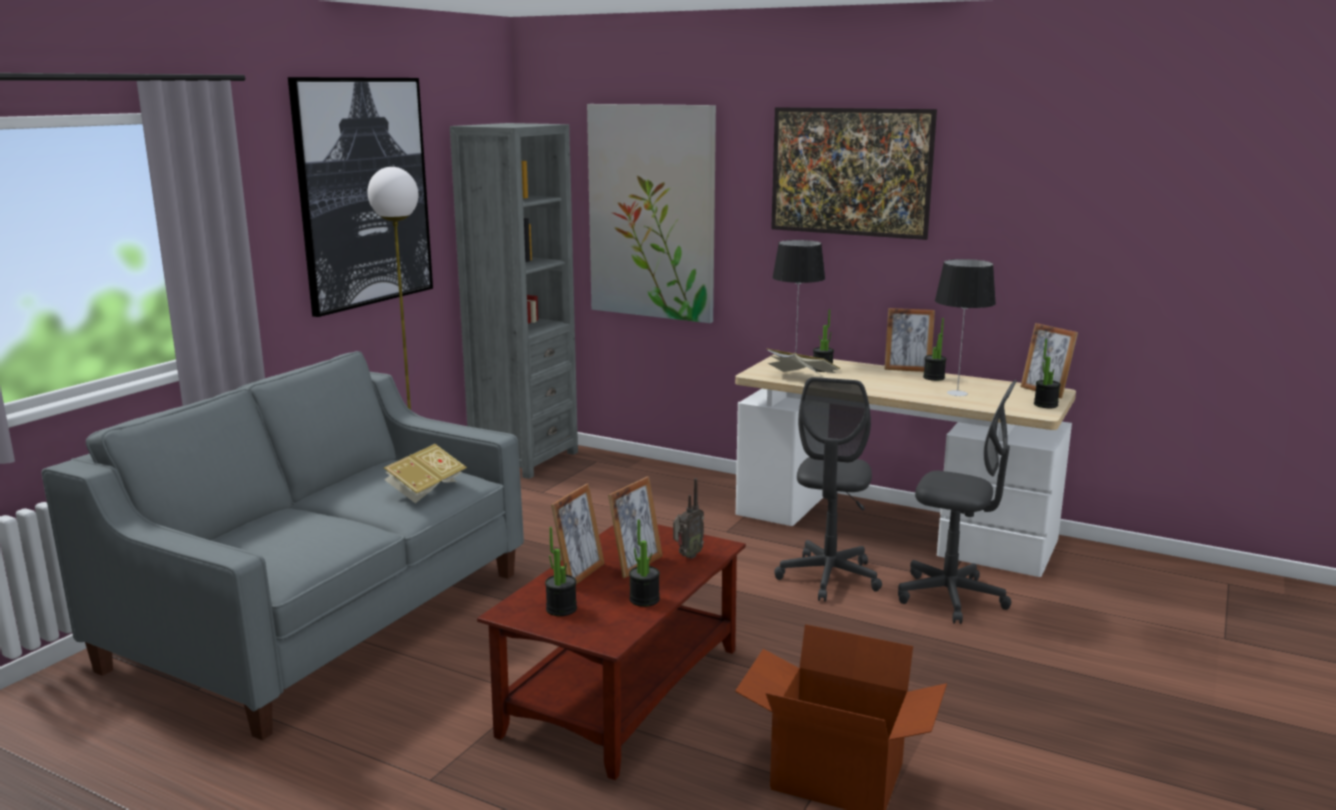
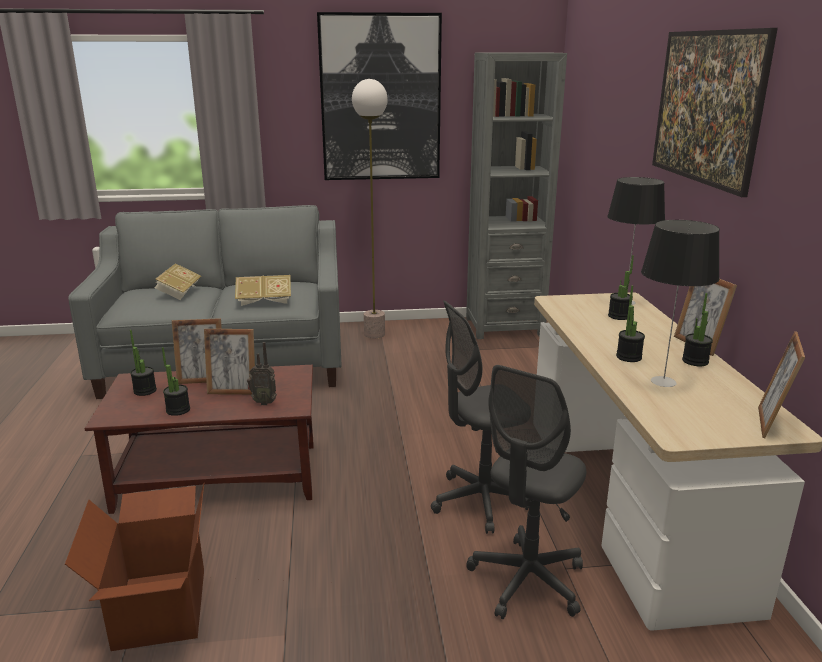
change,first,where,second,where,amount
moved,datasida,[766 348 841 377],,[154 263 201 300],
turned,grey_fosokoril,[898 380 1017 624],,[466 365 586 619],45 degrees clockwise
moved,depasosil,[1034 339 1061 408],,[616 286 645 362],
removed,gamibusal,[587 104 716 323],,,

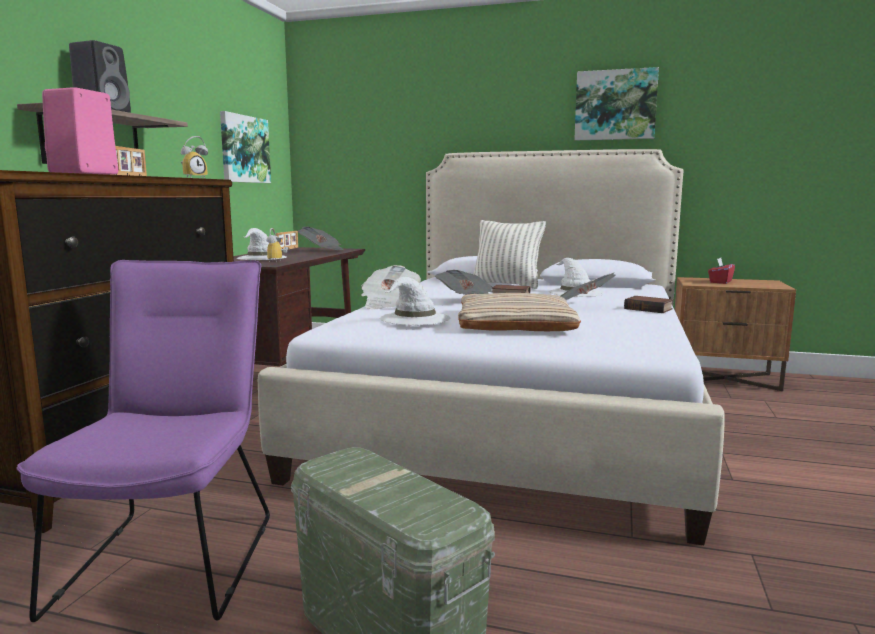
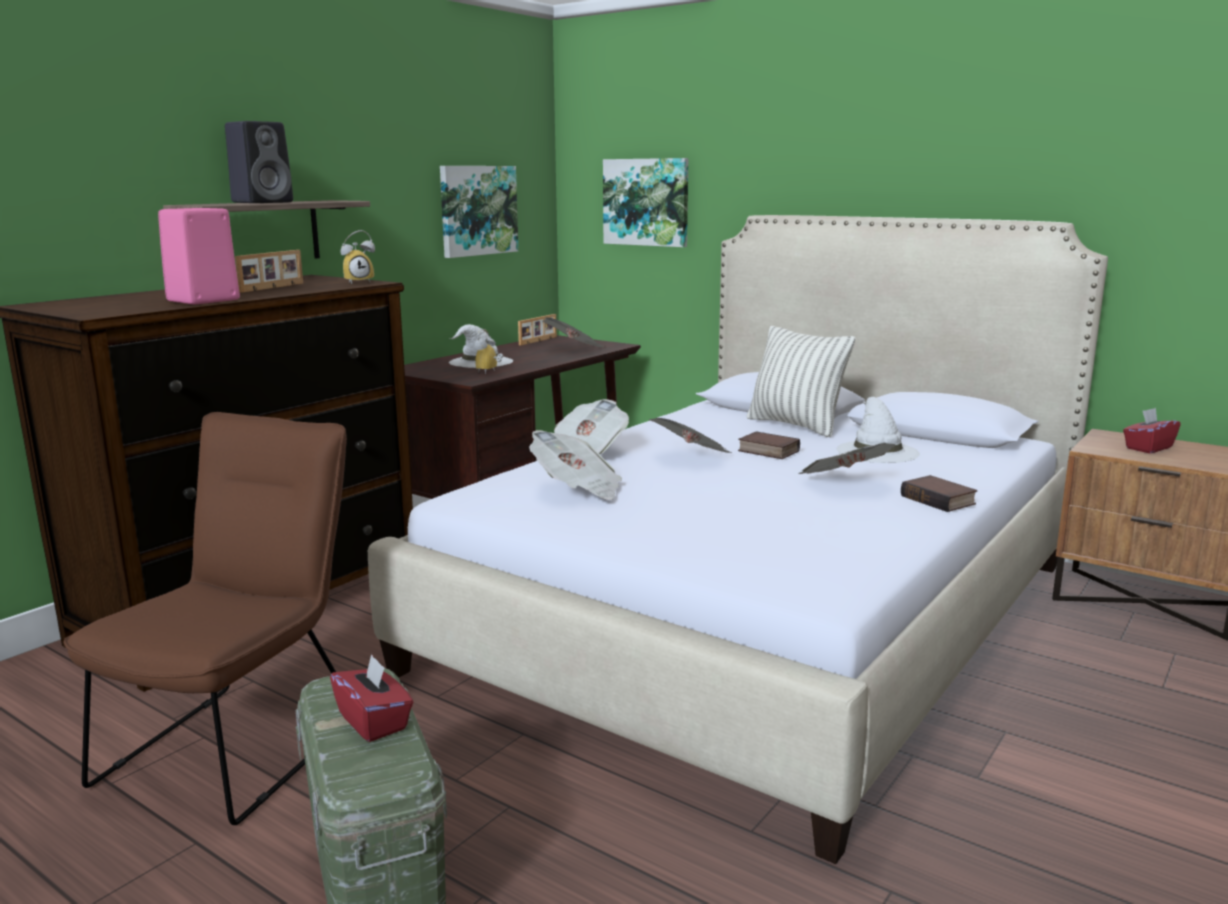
change,first,where,second,where,amount
recoloured,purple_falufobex,[16 260 270 622],brown_falufobex,[63 412 347 825],
added,,,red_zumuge,[330 654 413 742],
replaced,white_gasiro,[380 277 450 325],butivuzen,[529 430 622 500],
moved,gamibusal,[574 67 659 140],,[603 158 688 247],
removed,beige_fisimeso,[458 293 581 331],,,

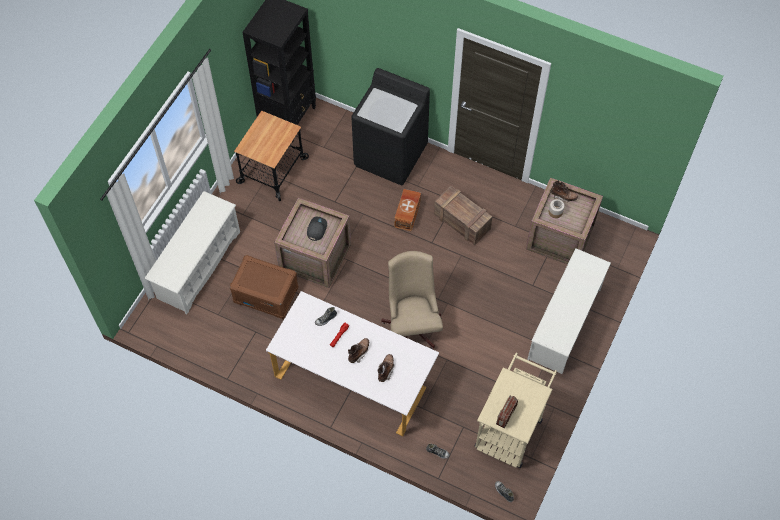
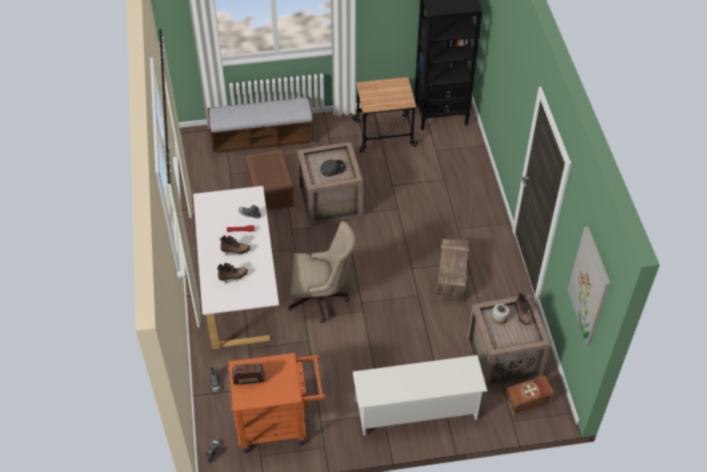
change,first,where,second,where,amount
replaced,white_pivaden,[145 191 240 314],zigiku,[207 97 314 153],
recoloured,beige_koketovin,[475 353 557 468],orange_koketovin,[228 353 326 453],
turned,beige_fosokoril,[381 251 443 349],,[288 222 355 323],45 degrees clockwise
moved,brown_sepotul,[394 189 421 232],,[505 375 554 415],
added,,,gamibusal,[567 227 611 345],
removed,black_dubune,[351 68 430 185],,,

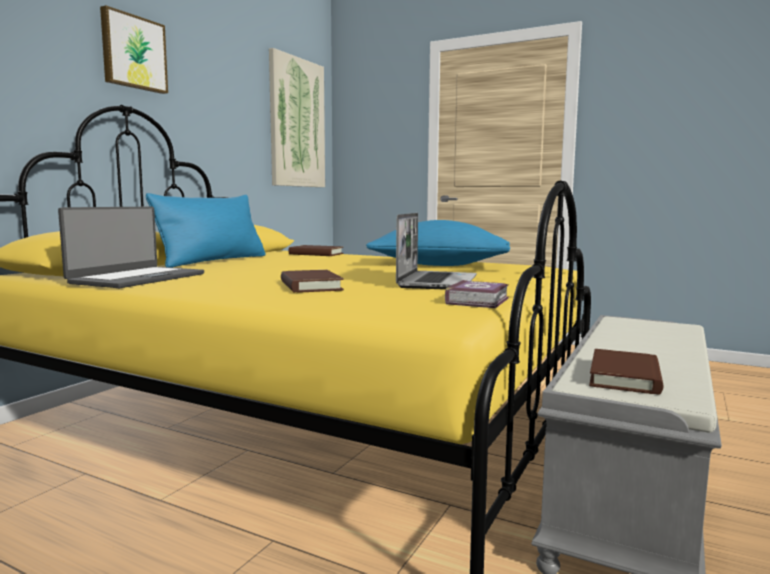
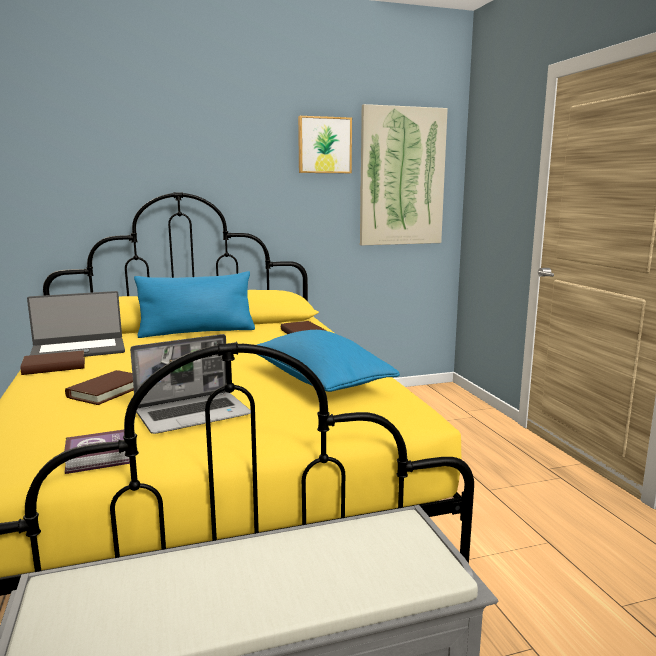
change,first,where,second,where,amount
moved,brown_datasida,[589 349 663 395],,[20 350 85 375],
moved,gamibusal,[100 5 168 94],,[298 116 352 173],

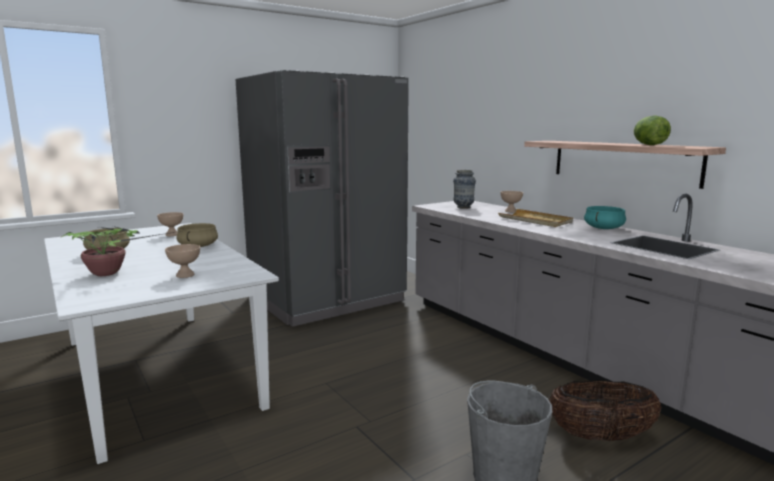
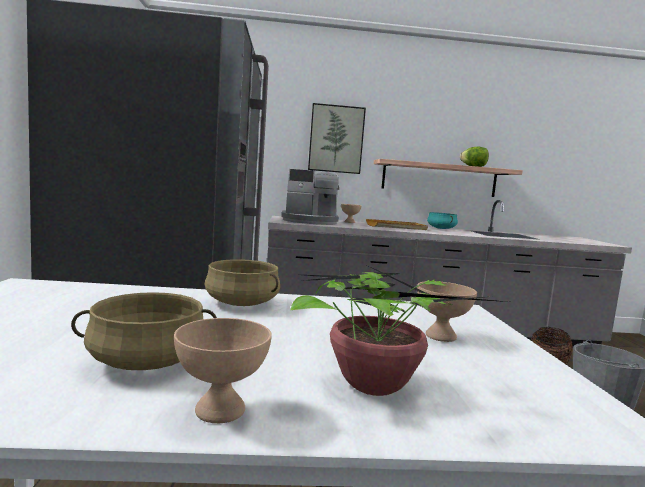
change,first,where,second,where,amount
moved,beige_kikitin,[157 212 183 236],,[174 318 272 423],
replaced,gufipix,[453 170 476 209],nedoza,[281 169 339 225],
added,,,gamibusal,[308 103 366 174],

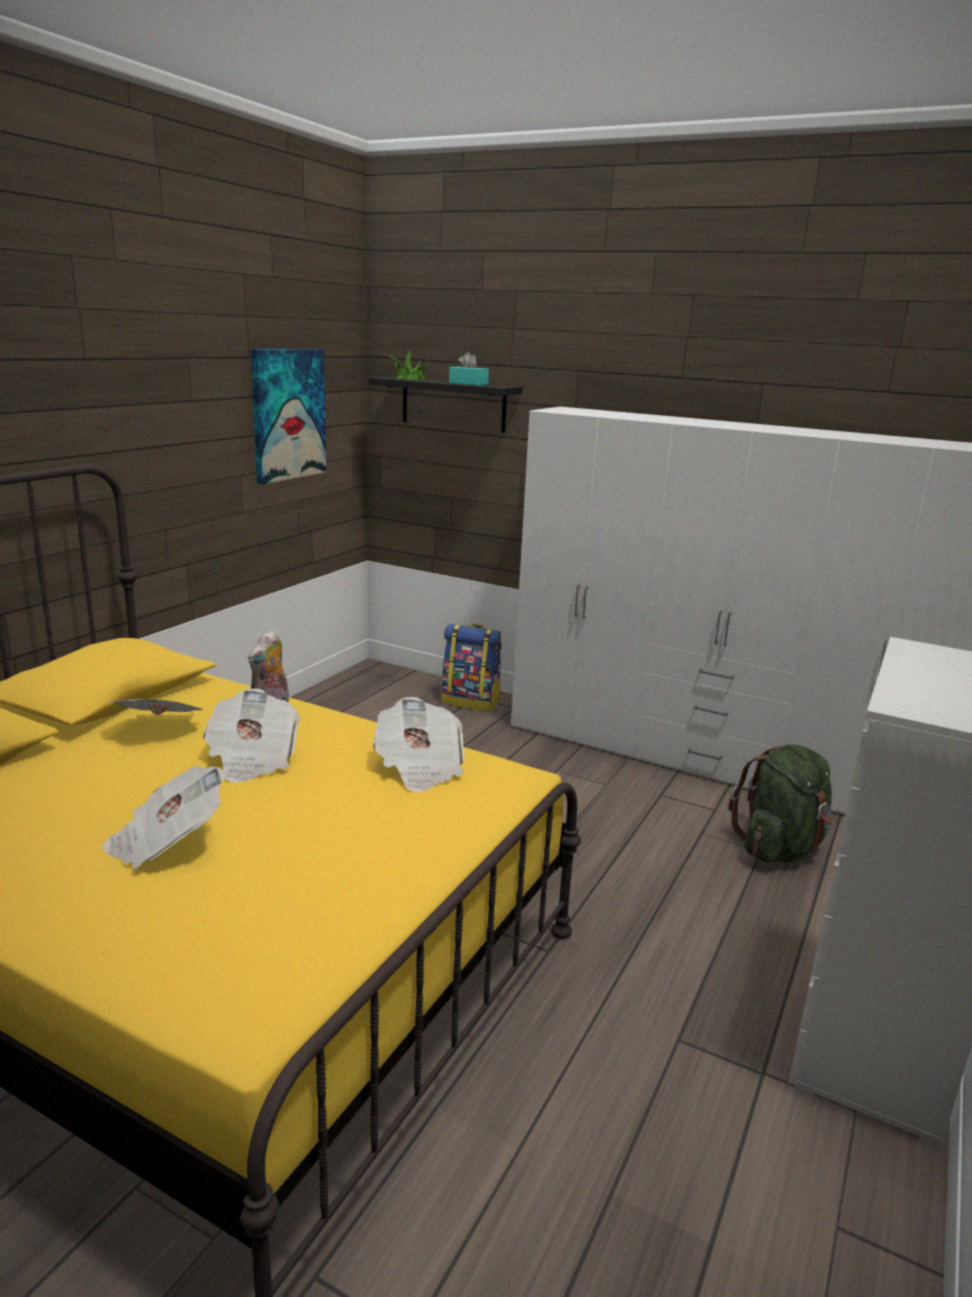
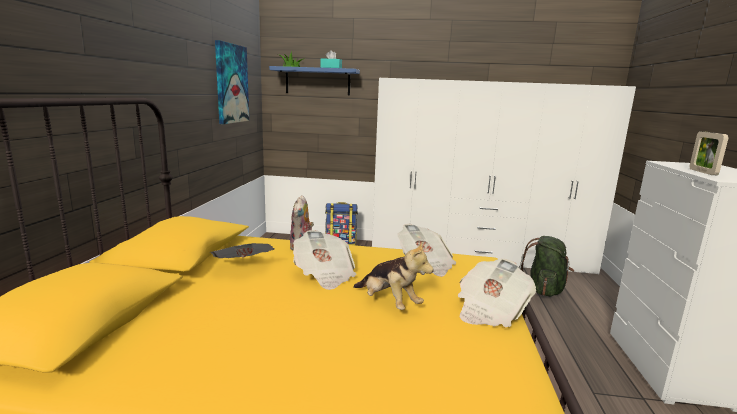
change,first,where,second,where,amount
recoloured,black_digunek,[368 377 523 433],blue_digunek,[269 66 360 95],
added,,,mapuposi,[353 242 434 310],
moved,butivuzen,[102 766 227 869],,[457 259 536 327],
added,,,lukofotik,[689 131 729 175],

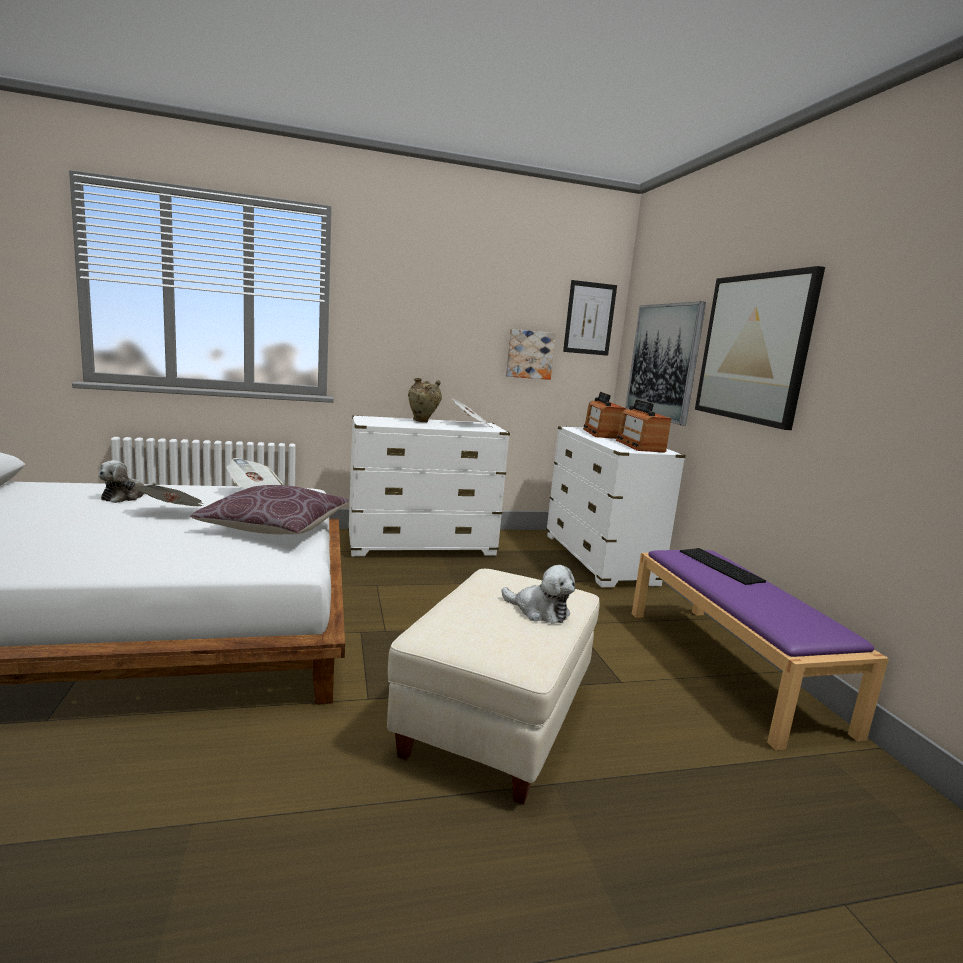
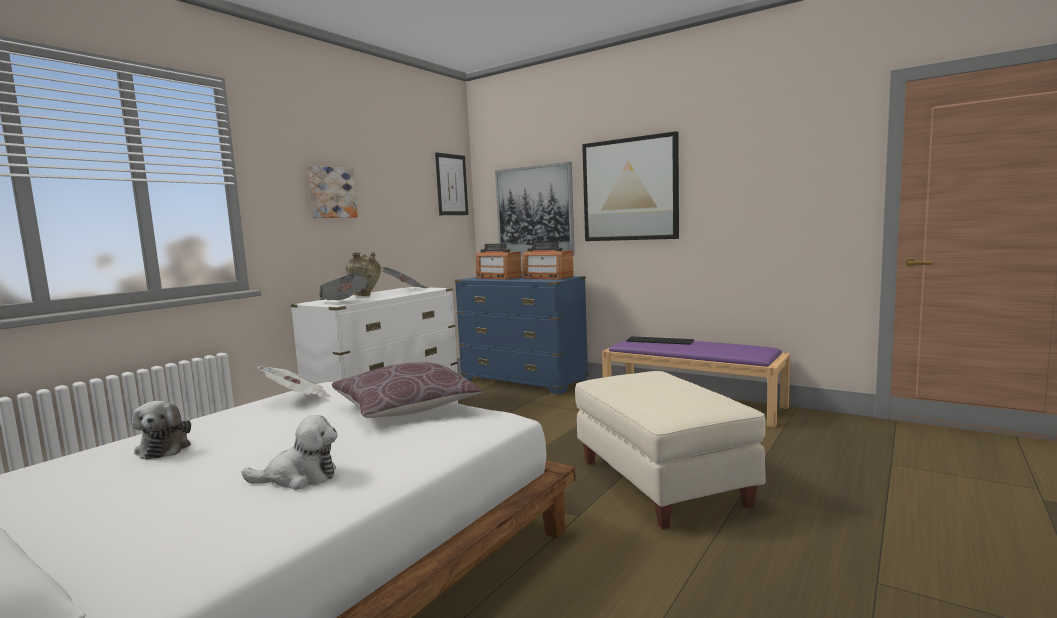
change,first,where,second,where,amount
moved,mapuposi,[502 565 575 623],,[242 415 337 490],
moved,gamibusal,[506 329 556 380],,[308 165 358 218],
moved,butivuzen,[133 485 204 506],,[319 274 368 300],
recoloured,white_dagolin,[546 426 686 588],blue_dagolin,[455 276 589 395],

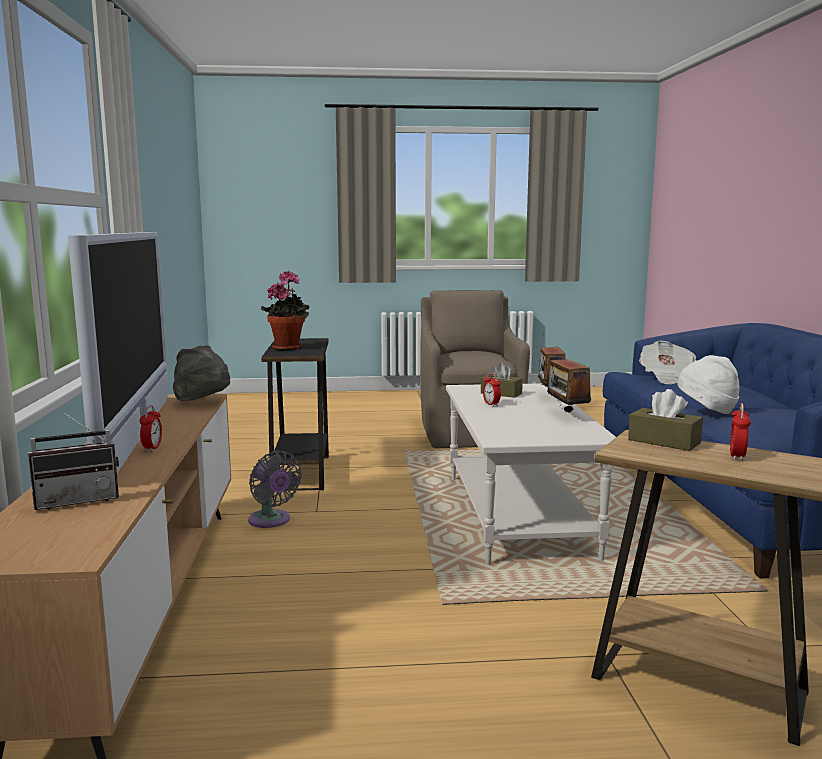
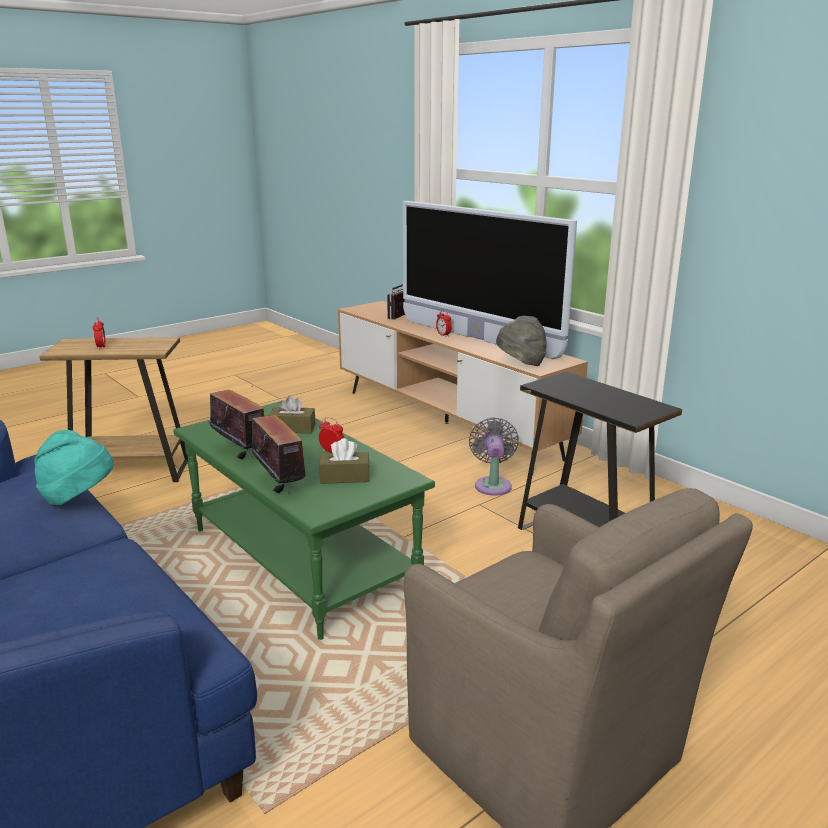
change,first,where,second,where,amount
recoloured,white_gasiro,[677 355 740 414],turquoise_gasiro,[34 430 114 505],
recoloured,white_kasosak,[446 383 616 565],green_kasosak,[173 401 435 640],
moved,brown_zumuge,[628 389 703 451],,[269 395 315 433],
turned,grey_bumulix,[248 450 302 528],,[469 417 519 496],75 degrees clockwise
removed,depasosil,[261 270 310 350],,,
removed,butivuzen,[639 341 696 384],,,

